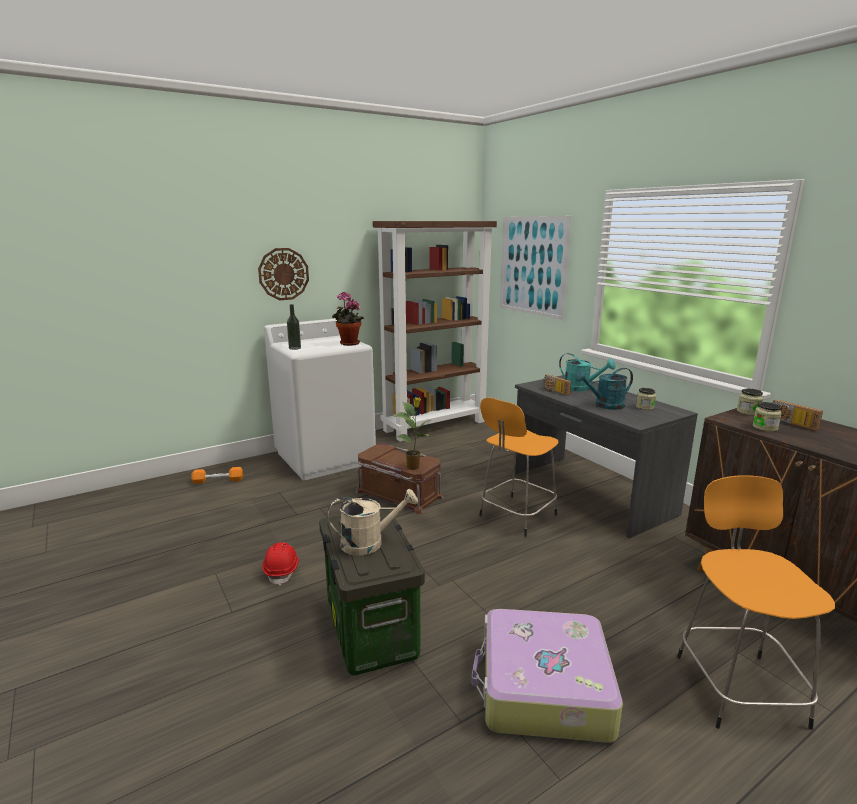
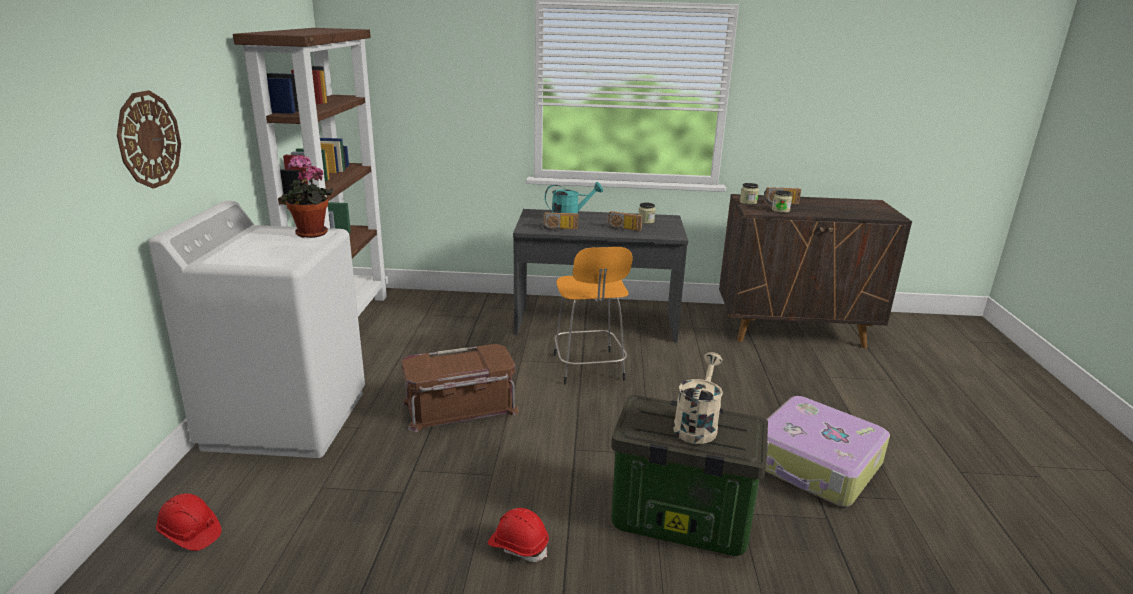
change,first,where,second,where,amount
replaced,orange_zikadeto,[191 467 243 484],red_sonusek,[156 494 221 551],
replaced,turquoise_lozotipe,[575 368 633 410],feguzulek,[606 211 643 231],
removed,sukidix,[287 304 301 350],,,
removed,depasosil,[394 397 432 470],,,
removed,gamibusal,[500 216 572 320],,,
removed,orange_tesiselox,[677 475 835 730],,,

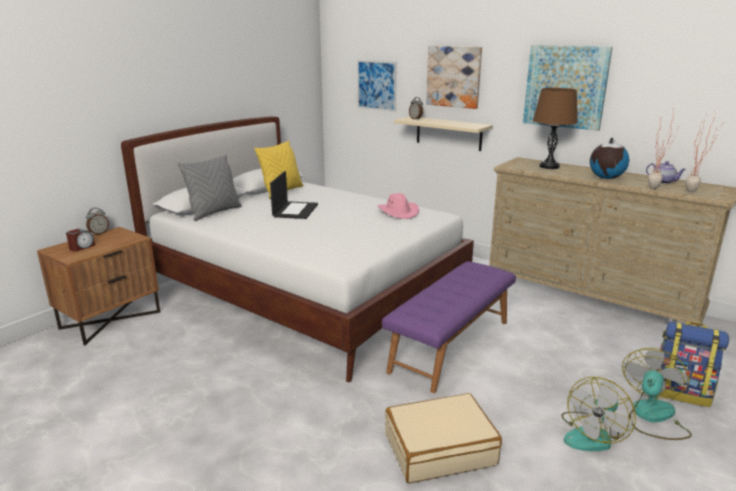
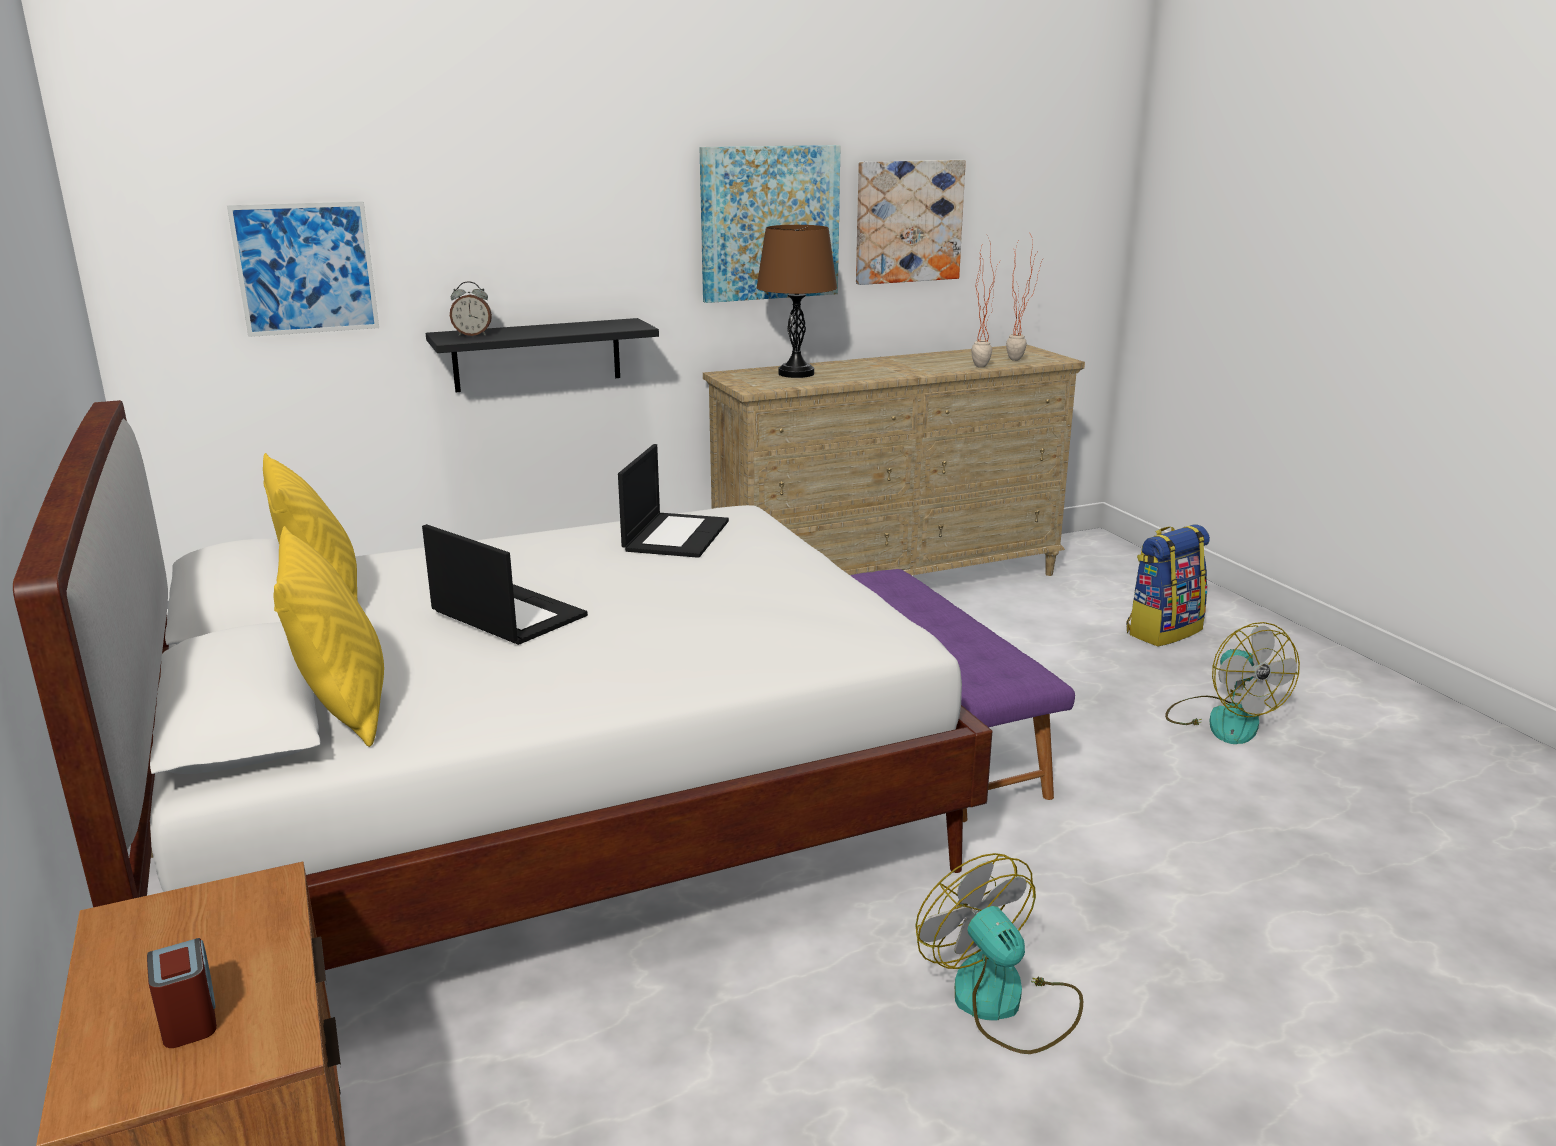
change,first,where,second,where,amount
recoloured,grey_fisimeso,[178 155 242 221],yellow_fisimeso,[274 526 384 747],
recoloured,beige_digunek,[394 116 493 151],black_digunek,[425 318 659 392],
replaced,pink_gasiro,[378 193 419 219],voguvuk,[618 444 729 558],
moved,gamibusal,[426 46 482 109],,[856 160 966 285],
moved,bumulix,[622 348 692 440],,[915 853 1083 1054],
removed,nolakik,[86 208 109 236],,,
removed,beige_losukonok,[385 393 502 483],,,
removed,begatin,[590 138 629 179],,,
removed,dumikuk,[646 161 686 184],,,

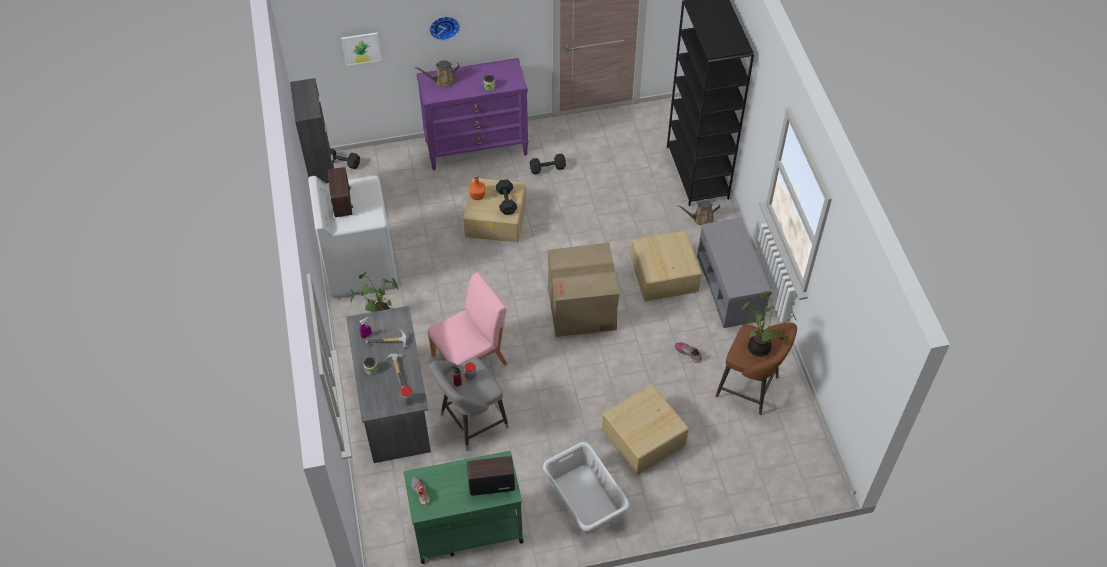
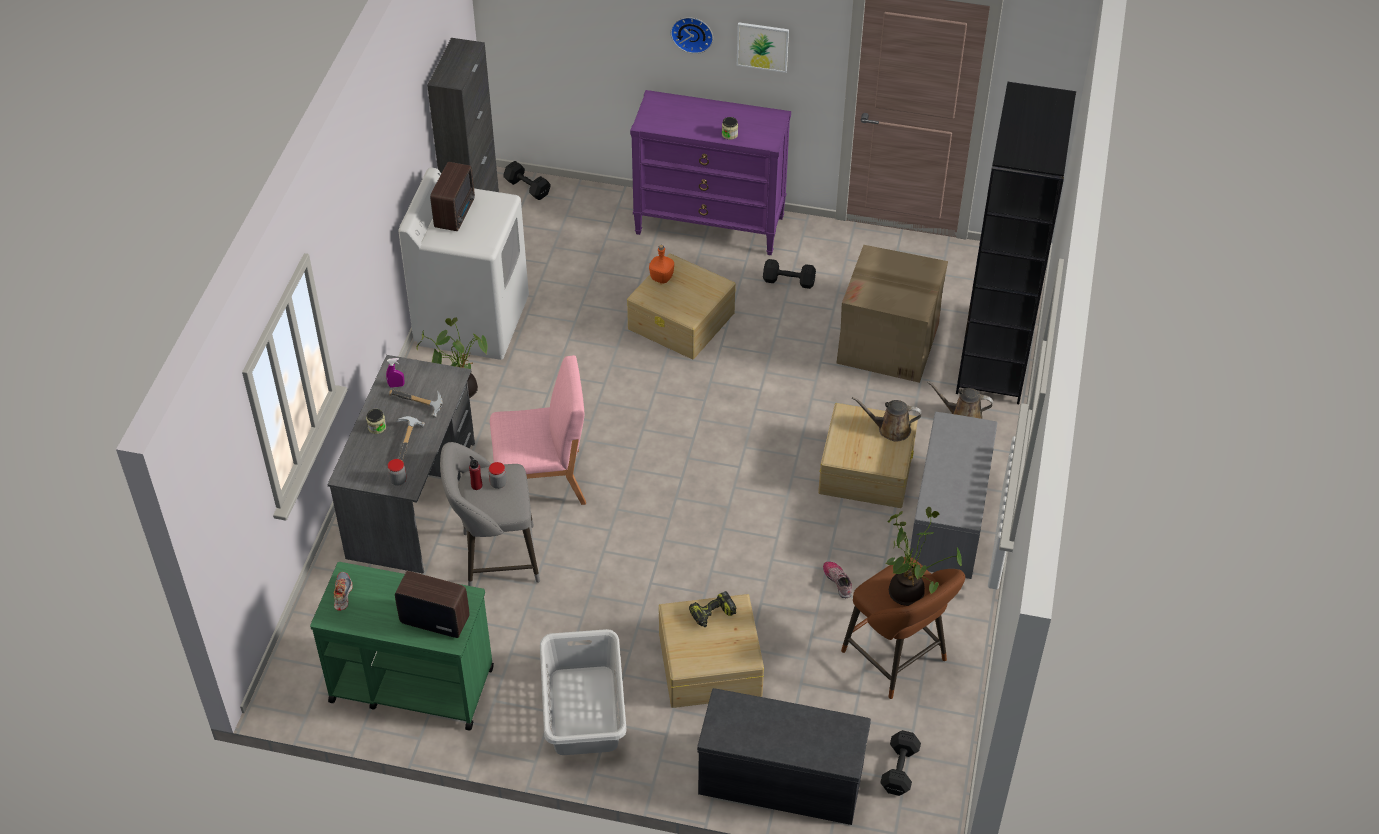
change,first,where,second,where,amount
added,,,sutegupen,[689 591 736 627],
added,,,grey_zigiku,[697 688 871 825],
moved,gamibusal,[341 32 382 66],,[737 22 789 73],
moved,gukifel,[548 243 619 337],,[836 245 948 383],
moved,brown_lozotipe,[414 60 460 87],,[852 397 922 441],
moved,black_zikadeto,[496 179 517 215],,[880 730 921 796],

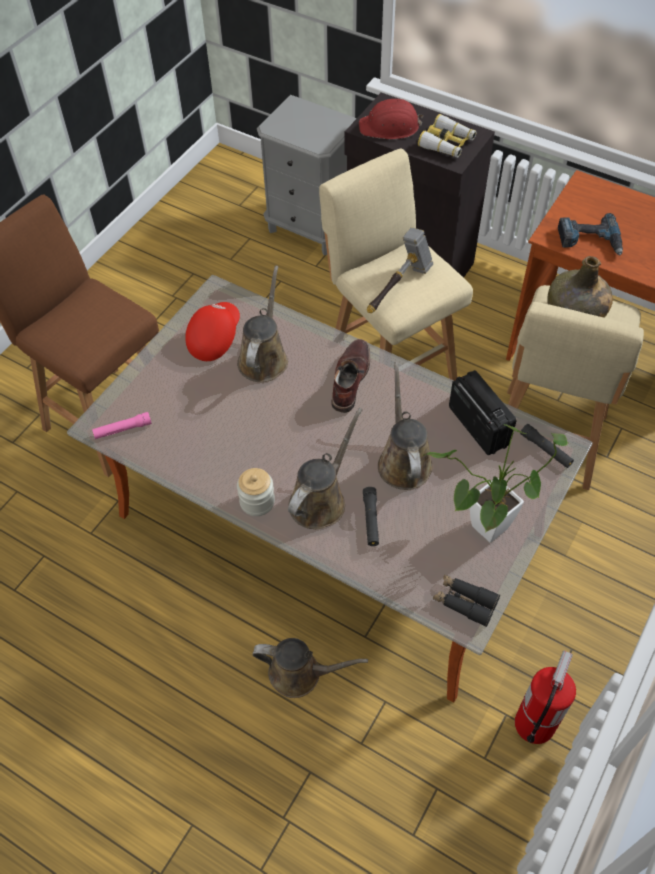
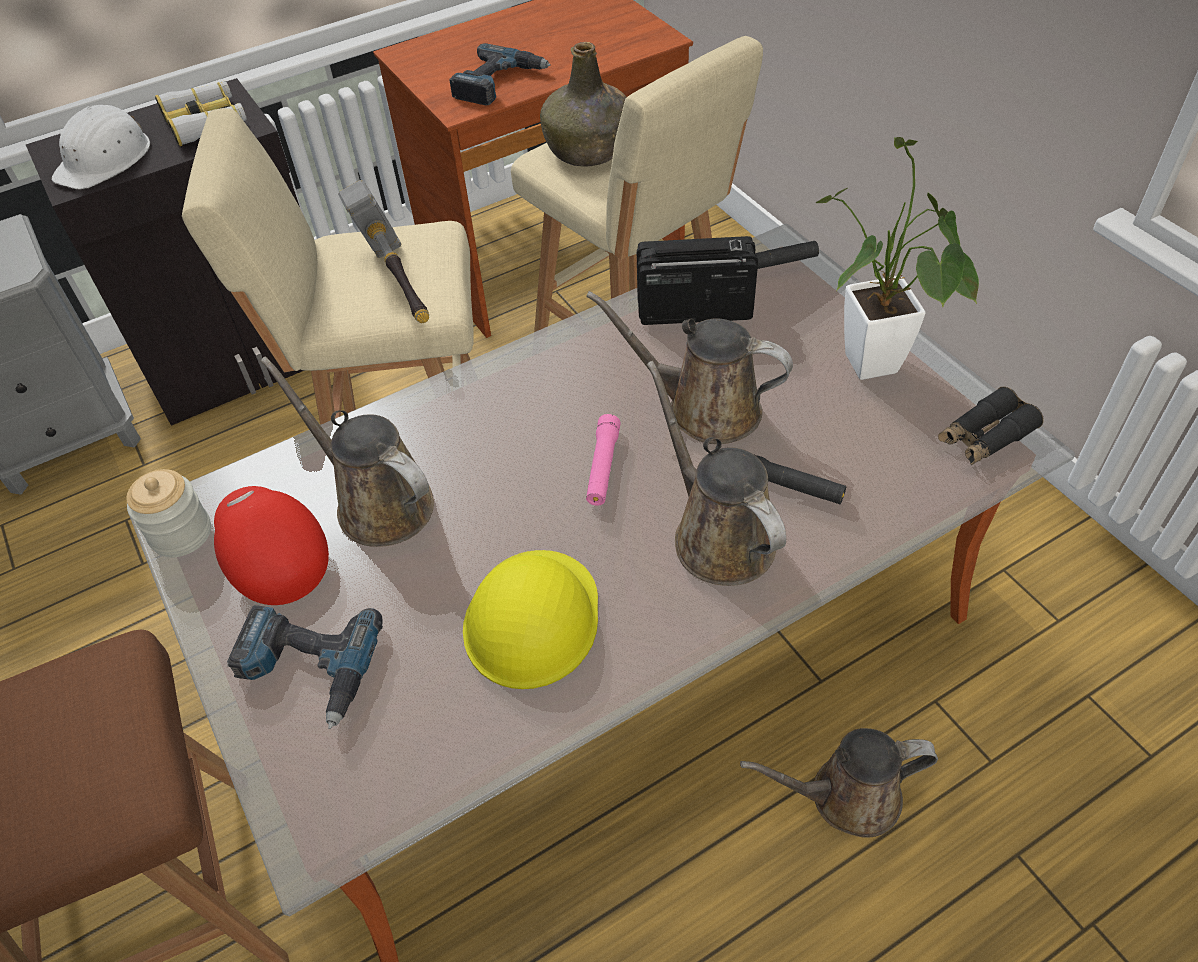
change,first,where,second,where,amount
recoloured,red_sonusek,[359 99 423 139],white_sonusek,[51 105 150 189],
moved,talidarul,[237 468 275 516],,[126 469 211 557],
added,,,sutegupen,[227 605 383 729],
added,,,yellow_sonusek,[463 550 598 689],
moved,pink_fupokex,[92 412 152 439],,[586 414 621 506],
turned,brown_lozotipe,[252 638 368 698],,[740 728 938 838],135 degrees counterclockwise
removed,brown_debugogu,[331 339 370 413],,,
removed,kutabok,[515 650 576 744],,,

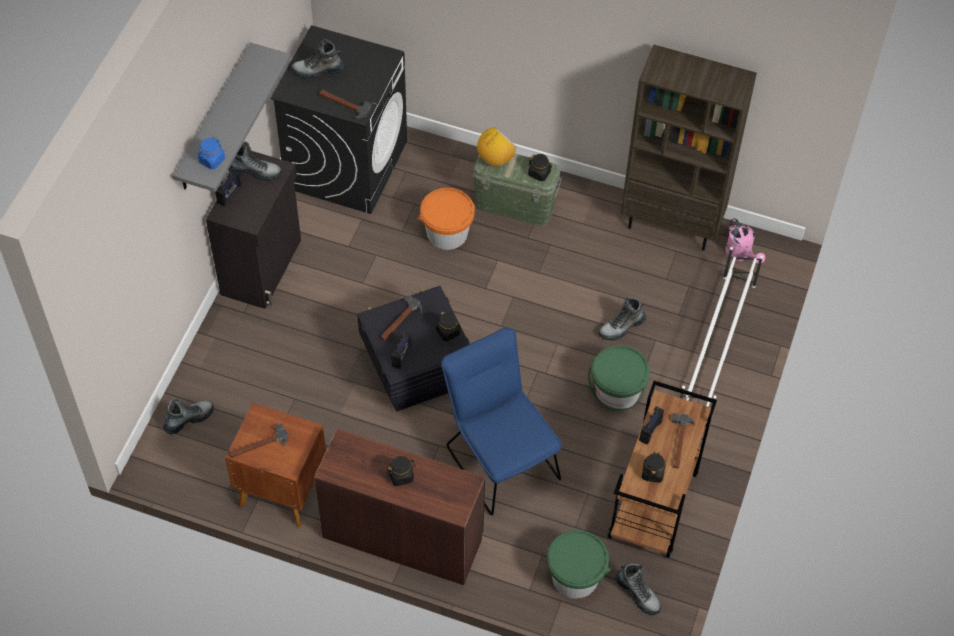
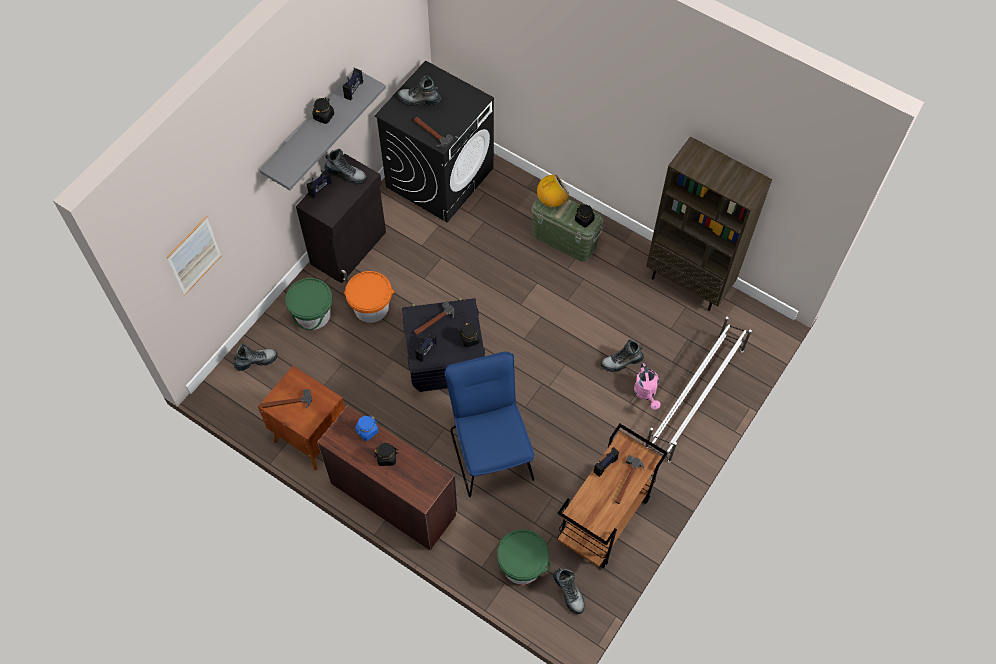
change,first,where,second,where,amount
added,,,gamibusal,[167 216 222 296],
moved,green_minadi,[588 345 650 411],,[285 278 333 330],
moved,black_talidarul,[642 452 665 483],,[312 97 334 124],
added,,,feguzulek,[343 67 363 100],
moved,orange_minadi,[417 188 475 250],,[344 271 394 323],
moved,blue_talidarul,[198 137 225 169],,[355 416 378 441],
moved,pink_lozotipe,[725 218 765 264],,[634 363 661 410],

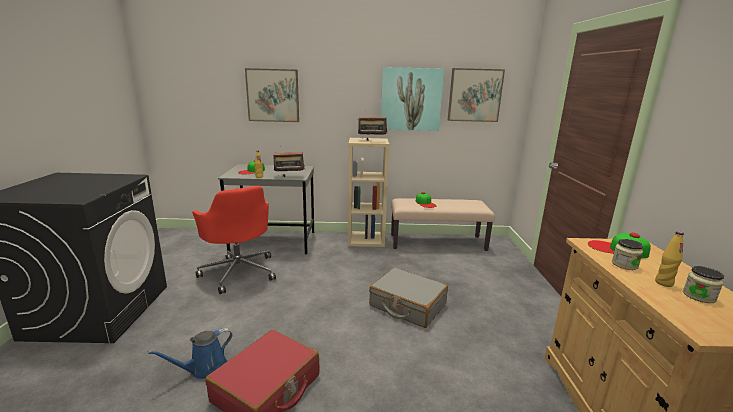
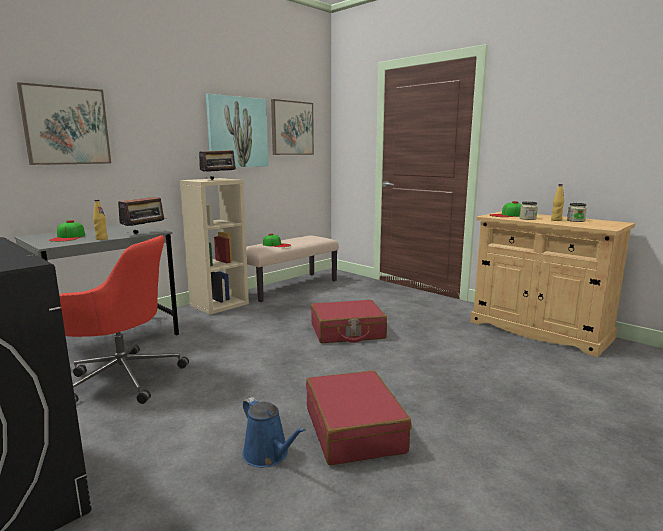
change,first,where,second,where,amount
turned,blue_lozotipe,[148 328 232 379],,[243 397 305 467],45 degrees counterclockwise
recoloured,grey_losukonok,[369 267 448 328],red_losukonok,[311 300 387 343],

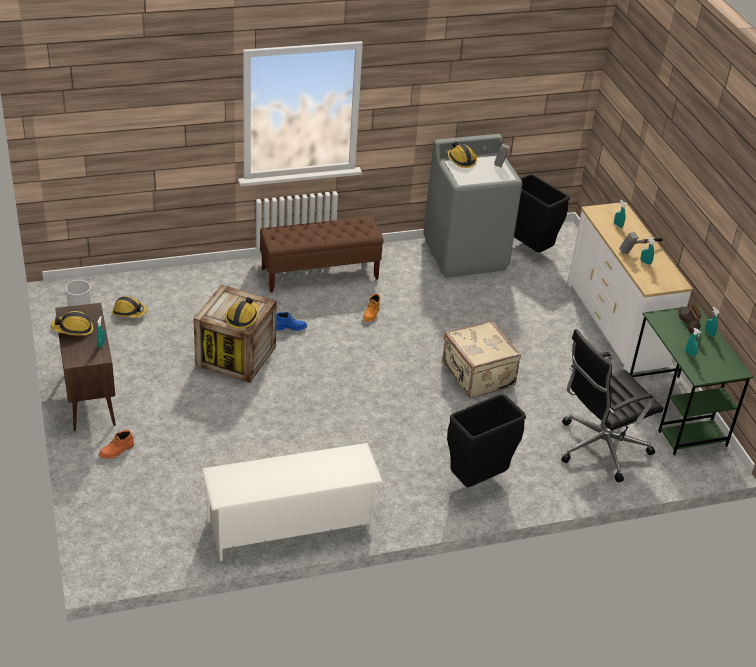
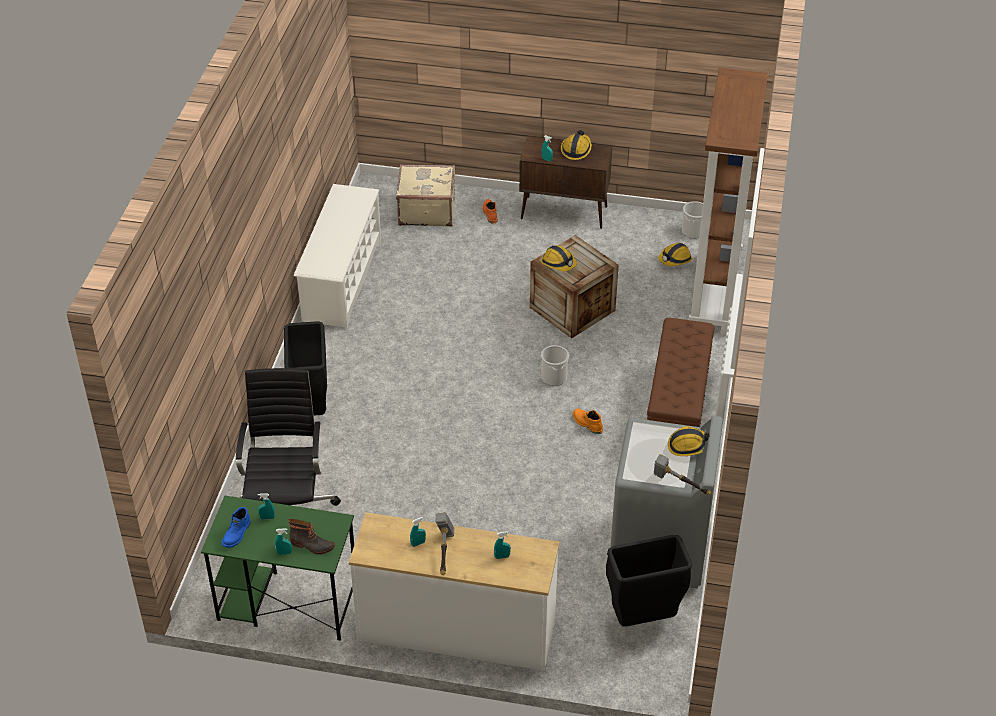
change,first,where,second,where,amount
moved,blue_debugogu,[276 312 307 331],,[222 507 250 548],
moved,beige_losukonok,[442 320 521 398],,[396 164 455 227],
added,,,minadi,[541 345 569 386],
added,,,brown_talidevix,[689 68 768 335],

